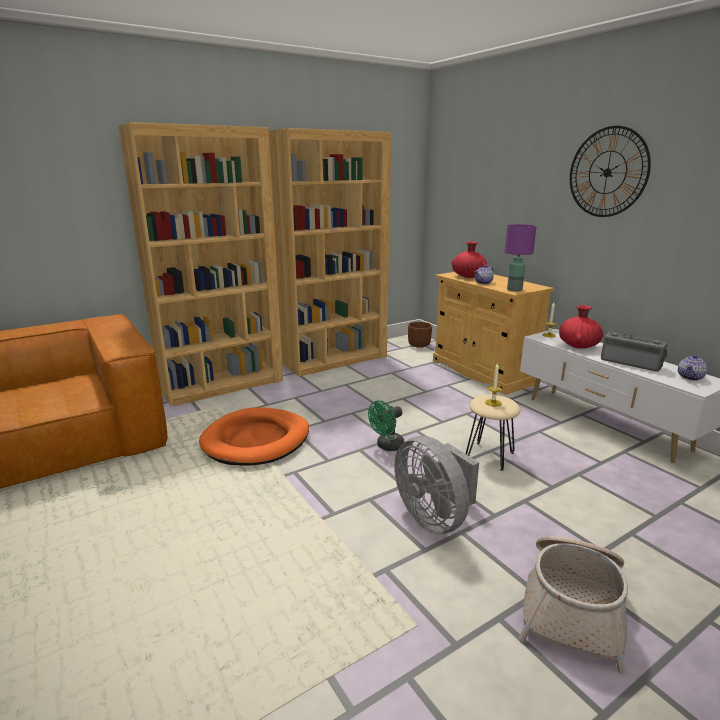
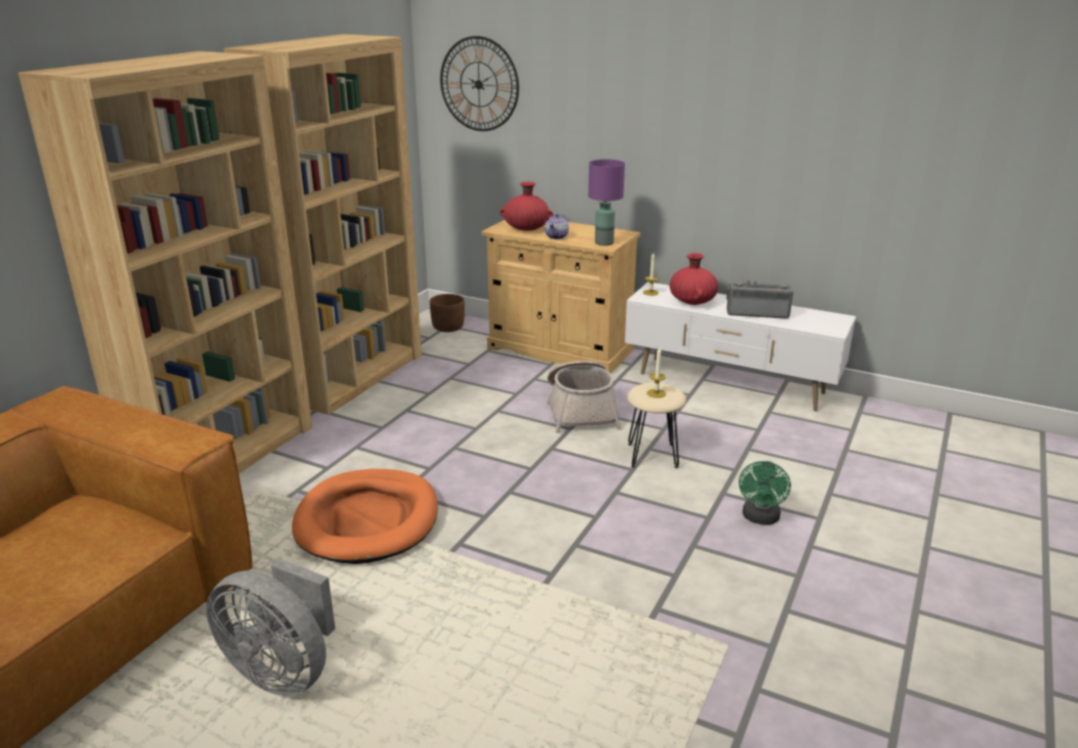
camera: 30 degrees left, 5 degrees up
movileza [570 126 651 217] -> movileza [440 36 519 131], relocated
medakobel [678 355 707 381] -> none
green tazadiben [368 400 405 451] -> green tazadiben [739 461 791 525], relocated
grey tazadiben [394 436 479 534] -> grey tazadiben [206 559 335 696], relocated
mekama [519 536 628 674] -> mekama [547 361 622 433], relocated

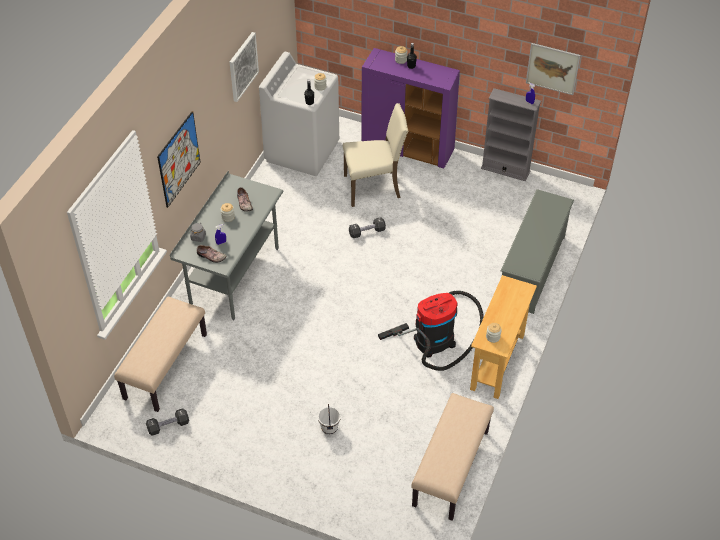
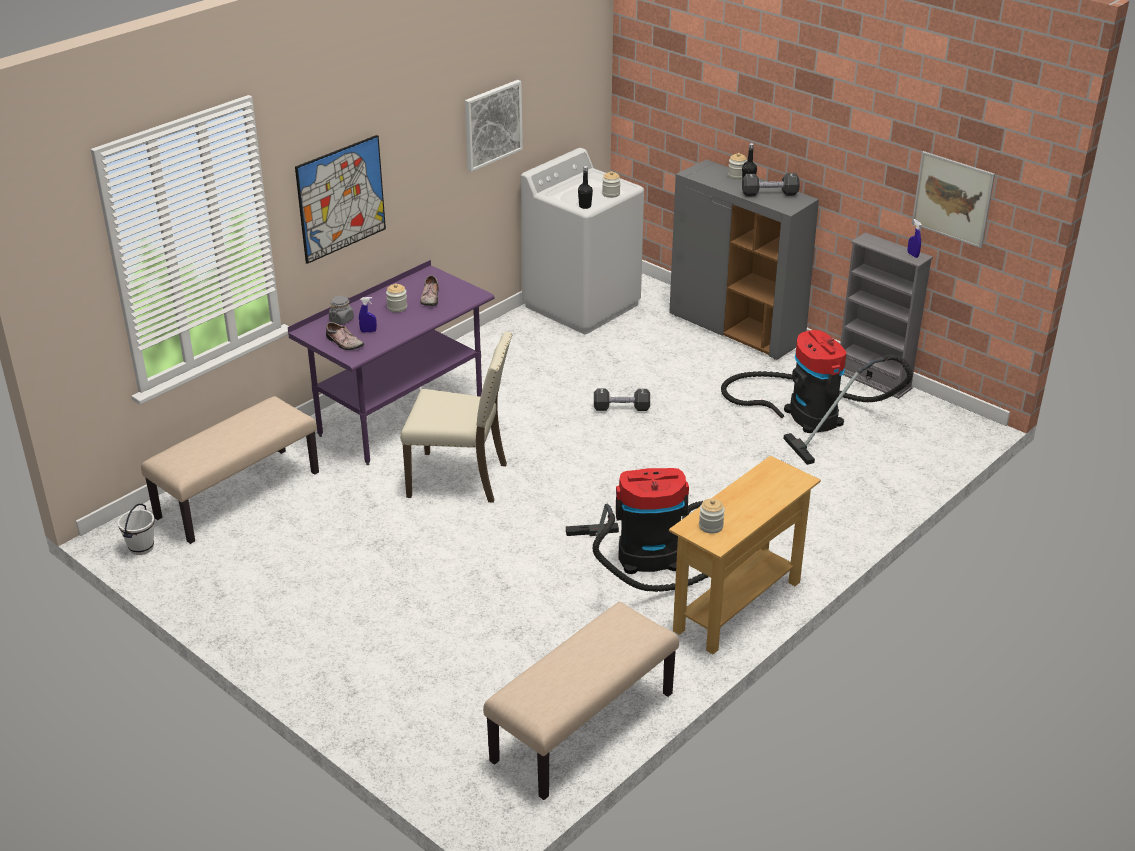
camera: 20 degrees right, 15 degrees down
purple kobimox [362 48 460 169] -> grey kobimox [669 159 819 360]
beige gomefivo [343 103 408 207] -> beige gomefivo [400 332 513 503], relocated
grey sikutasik [170 171 283 320] -> purple sikutasik [288 260 495 465]
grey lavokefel [501 189 574 314] -> none
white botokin [318 404 341 435] -> white botokin [118 504 155 555], relocated
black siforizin [146 408 189 436] -> black siforizin [742 173 800 196], relocated
none -> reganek [721 330 913 465]

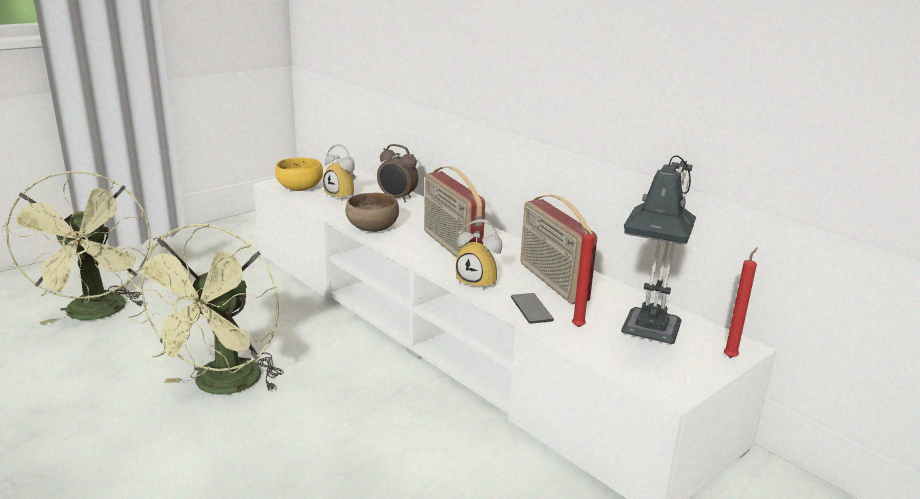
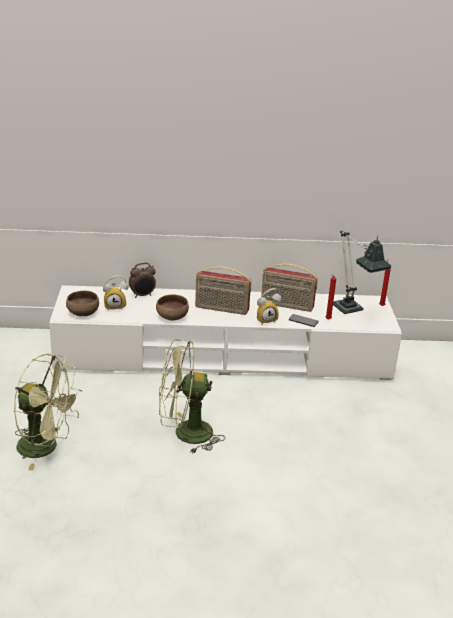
camera: 50 degrees left, 5 degrees up
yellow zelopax [275 157 323 191] -> brown zelopax [66 291 99 316]
green tazadiben [128 224 284 394] -> green tazadiben [159 339 225 454], 120 degrees clockwise

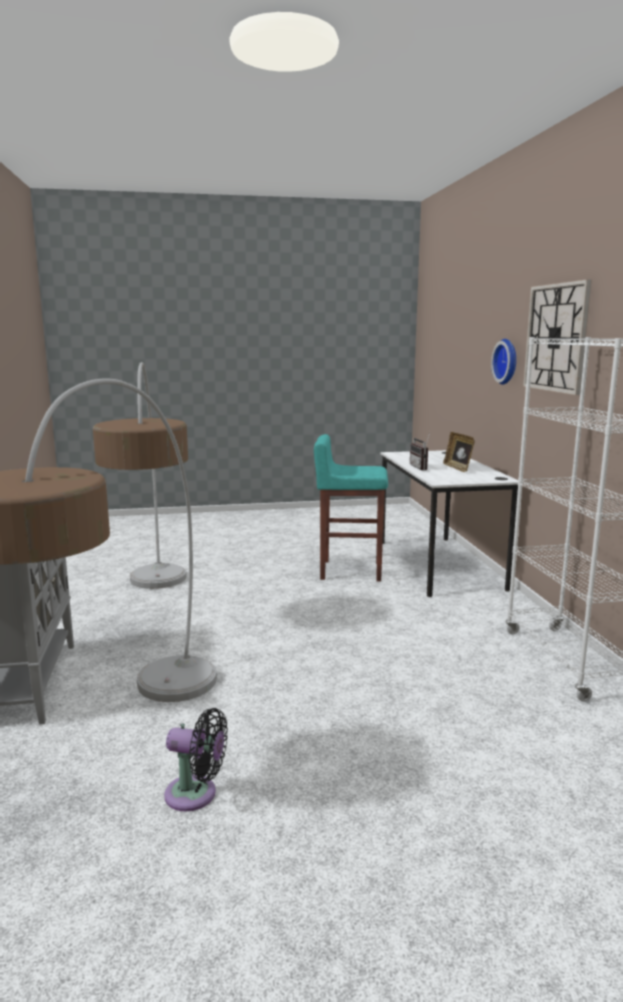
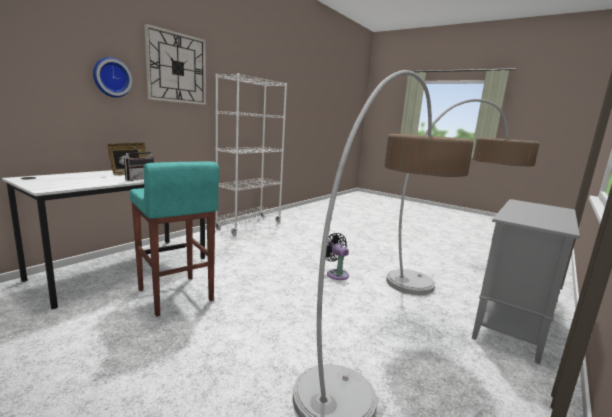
camera: 135 degrees left, 0 degrees up
black tazadiben [164 708 228 812] -> black tazadiben [325 233 349 280], relocated

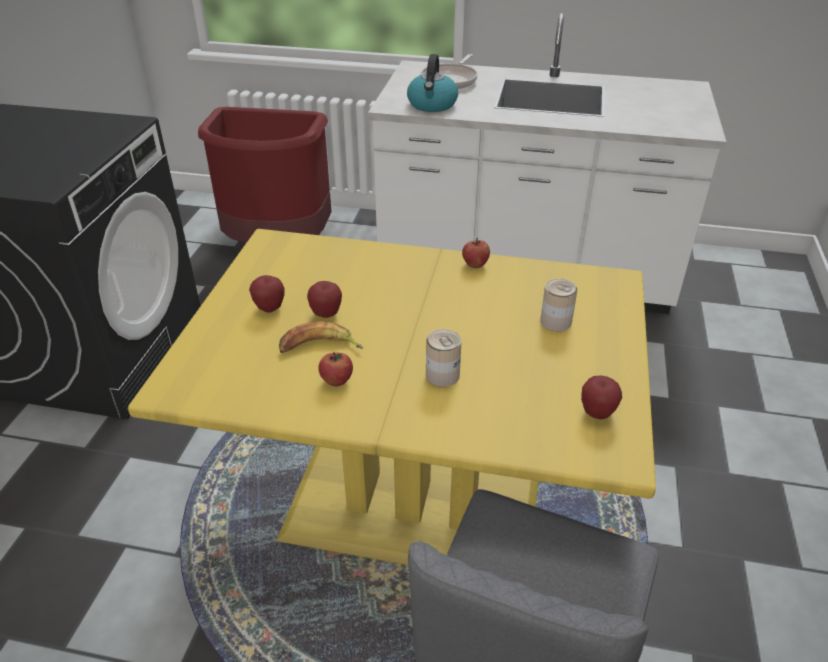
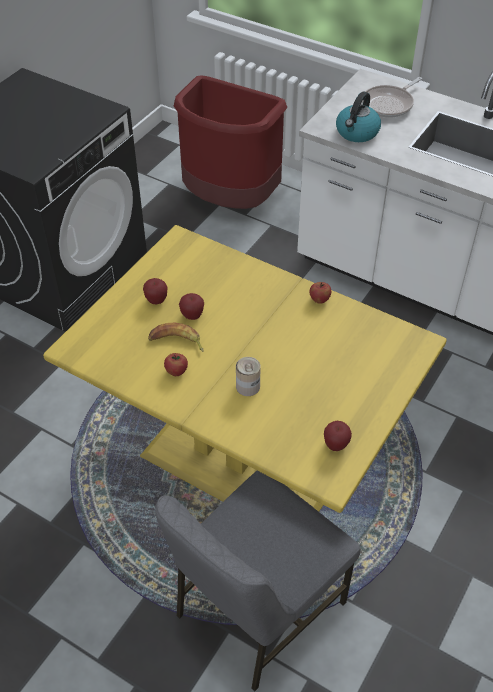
camera: 20 degrees right, 10 degrees up
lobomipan [540 278 578 331] -> none

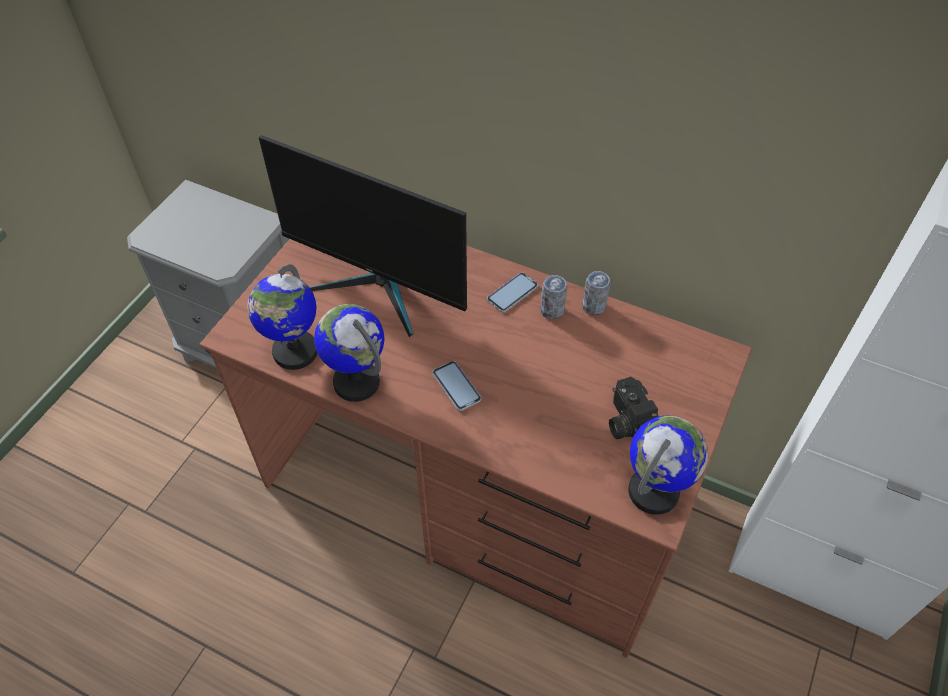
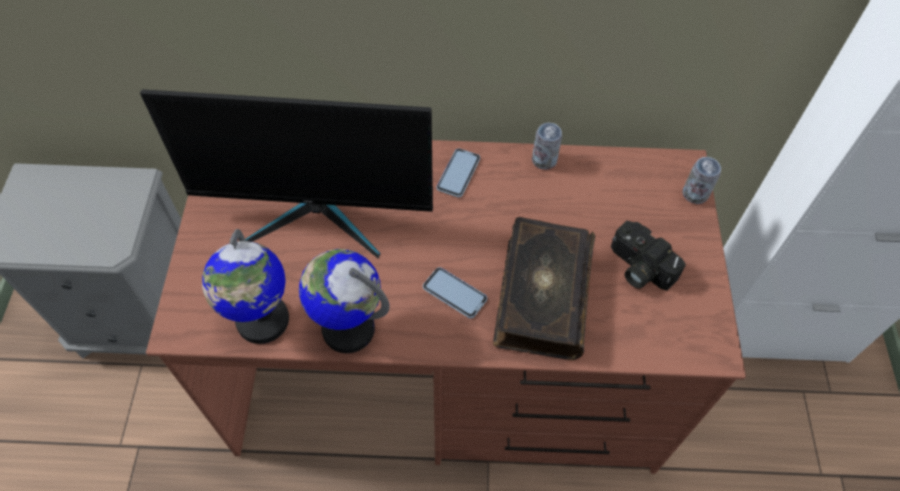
camera: 25 degrees left, 5 degrees up
lobomipan [540 275 567 320] -> lobomipan [682 157 721 204], relocated
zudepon [628 415 708 515] -> none
none -> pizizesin [493 217 595 360]

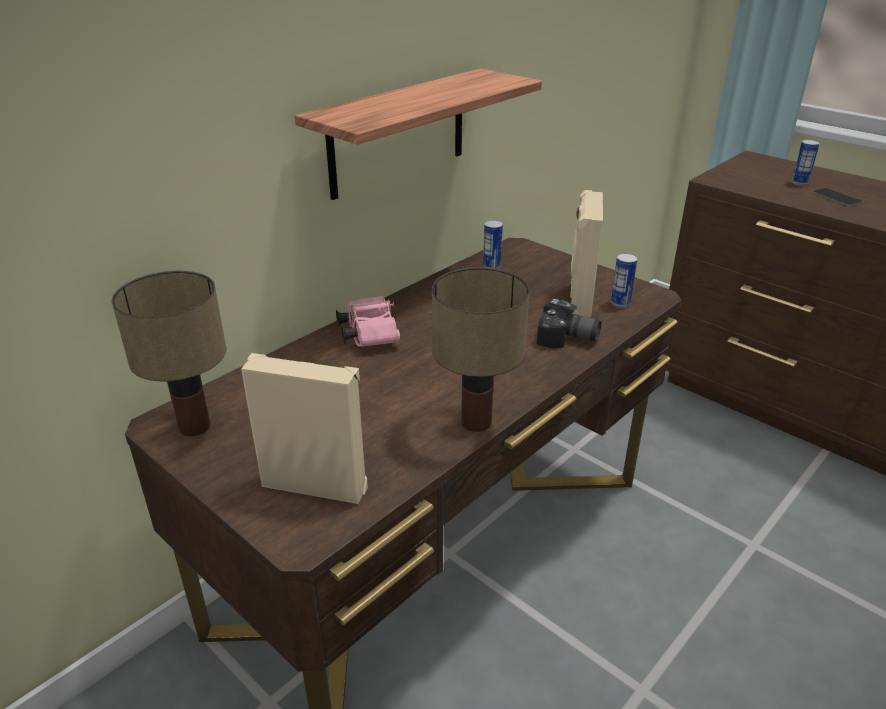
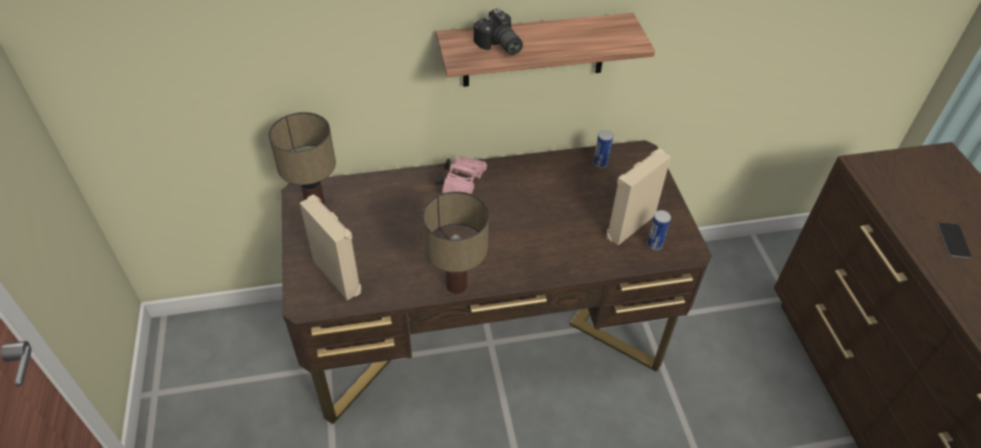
camera: 35 degrees right, 15 degrees up
lobomipan [792 140 820 186] -> none
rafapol [537 299 601 349] -> rafapol [474 9 523 55], relocated

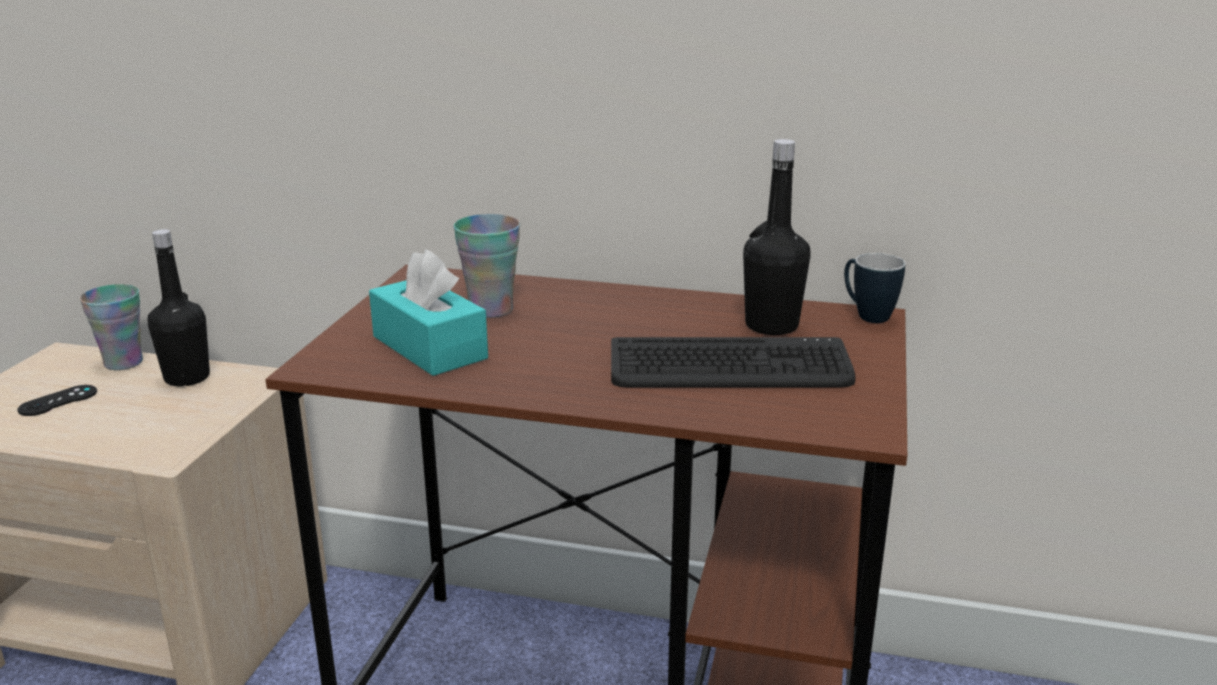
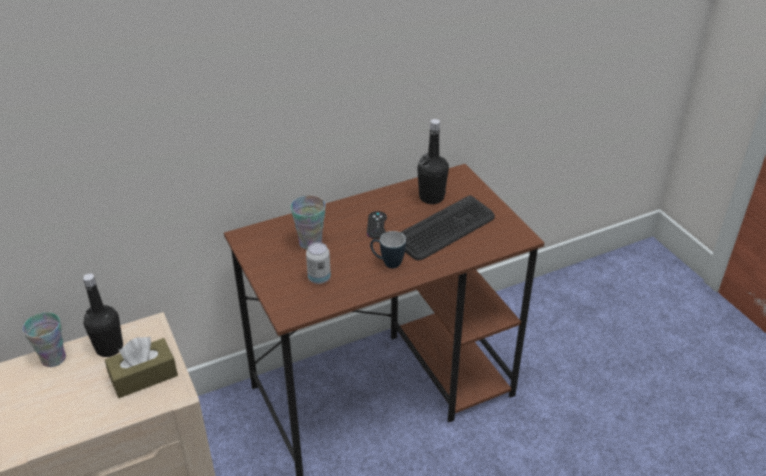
camera: 40 degrees left, 15 degrees up
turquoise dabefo [369 249 488 376] -> lobomipan [306 242 331 284]
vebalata [844 253 906 323] -> vebalata [370 231 406 268], relocated
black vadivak [17 385 97 416] -> black vadivak [367 211 387 239], relocated
none -> brown dabefo [105 337 178 398]

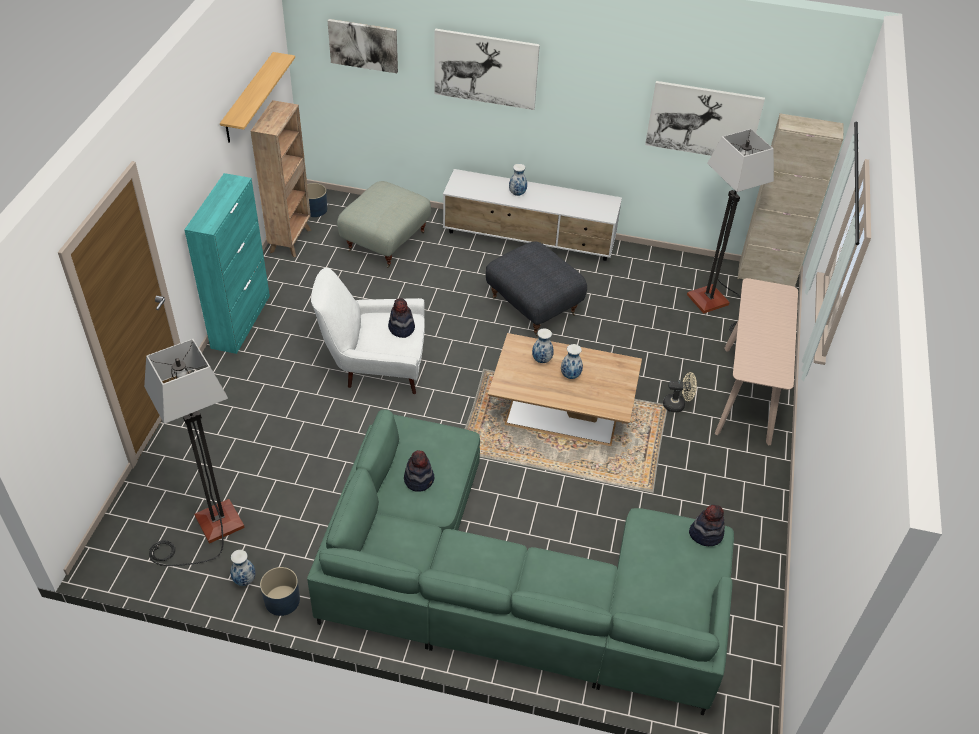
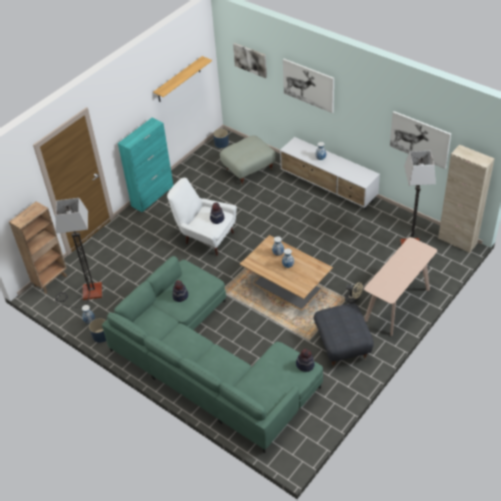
camera: 30 degrees right, 0 degrees up
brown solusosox [250 100 311 257] -> brown solusosox [9 201 67 294], relocated
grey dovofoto [486 241 587 336] -> grey dovofoto [314 303 374 368], relocated

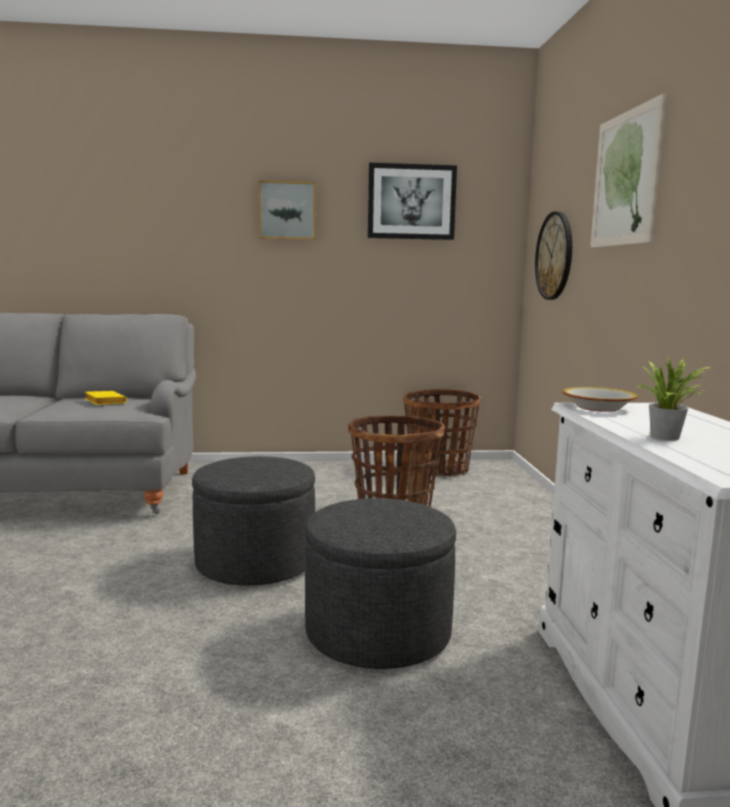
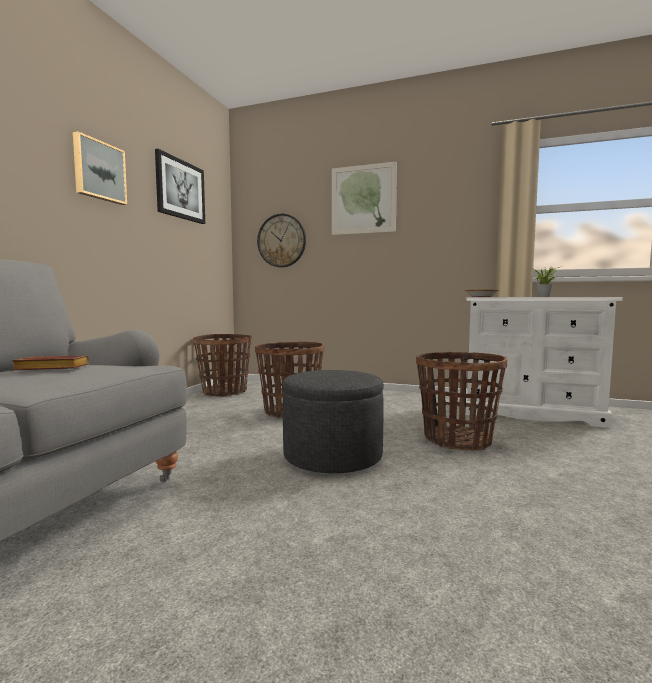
camera: 65 degrees left, 5 degrees down
yellow pizizesin [85 391 127 405] -> brown pizizesin [11 355 89 370]
grey dovofoto [305 498 456 669] -> mekama [416 352 507 451]

